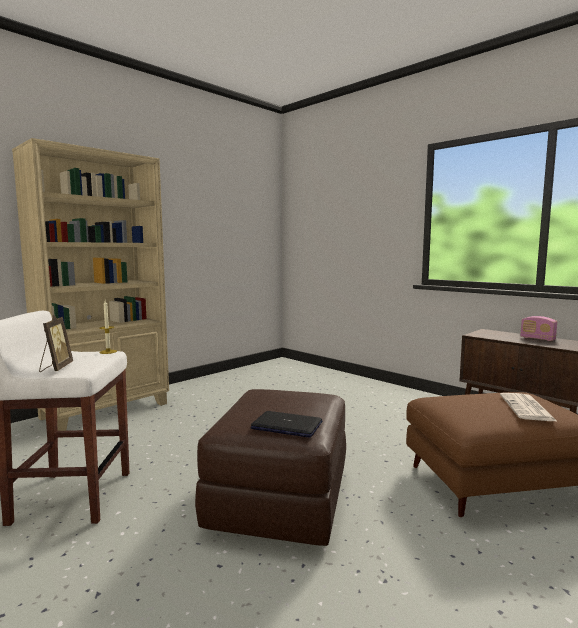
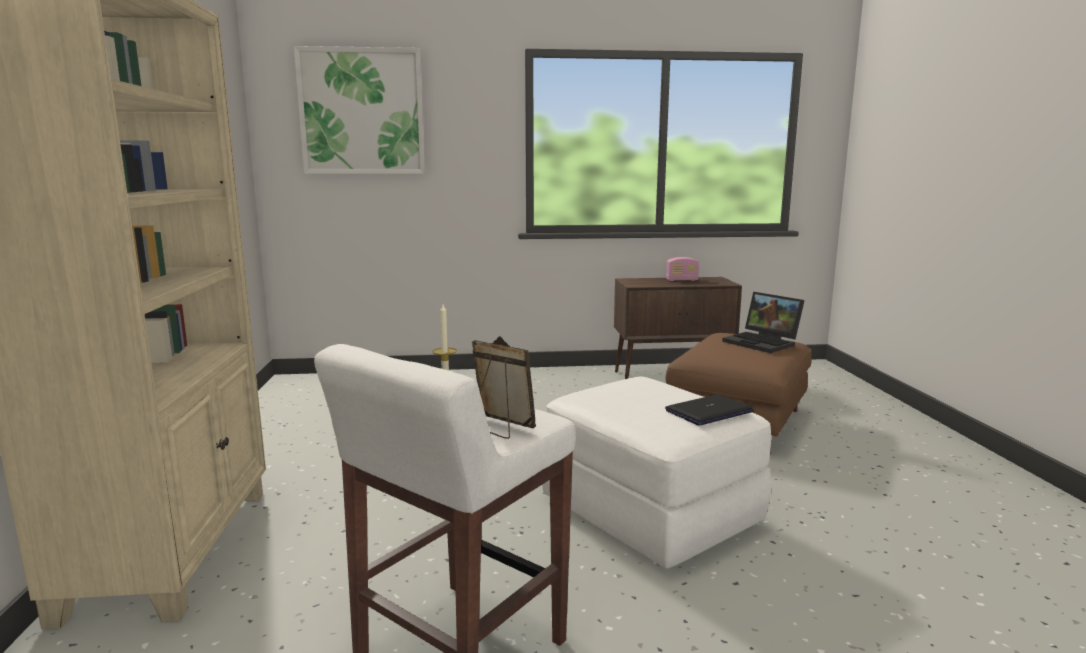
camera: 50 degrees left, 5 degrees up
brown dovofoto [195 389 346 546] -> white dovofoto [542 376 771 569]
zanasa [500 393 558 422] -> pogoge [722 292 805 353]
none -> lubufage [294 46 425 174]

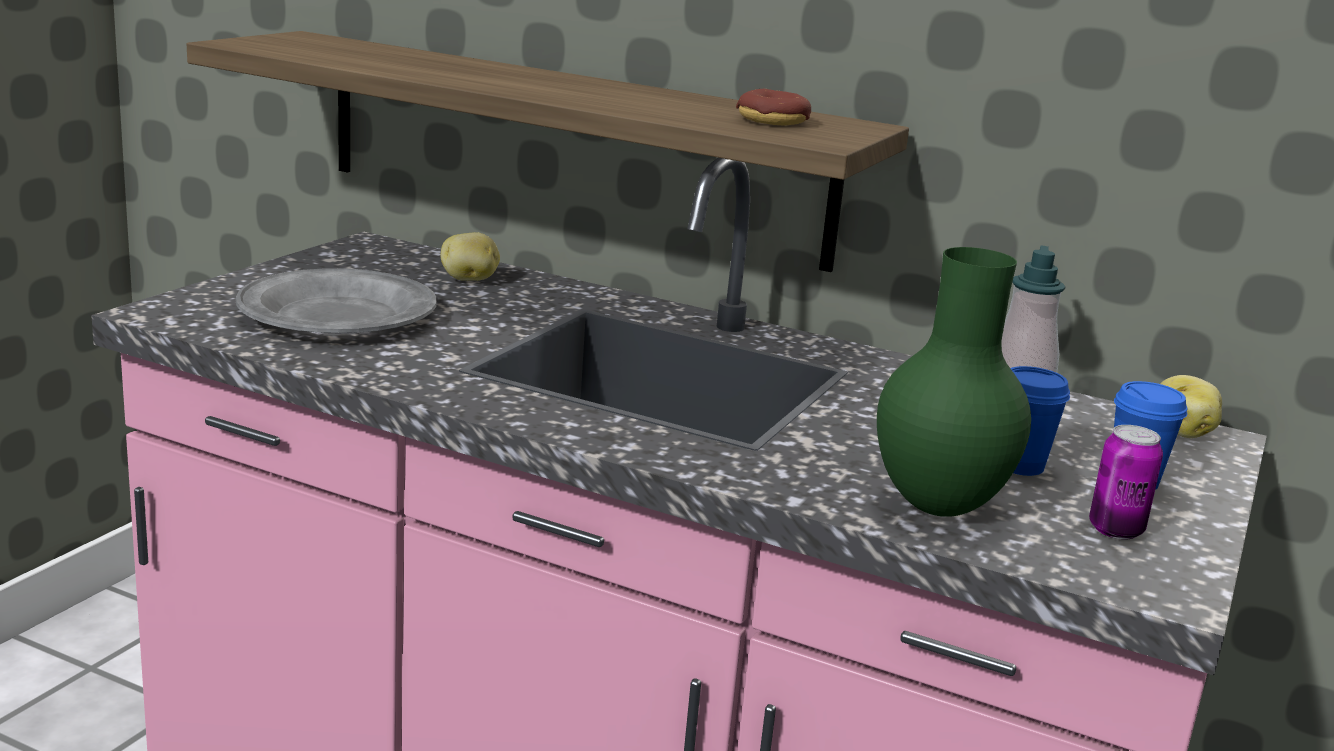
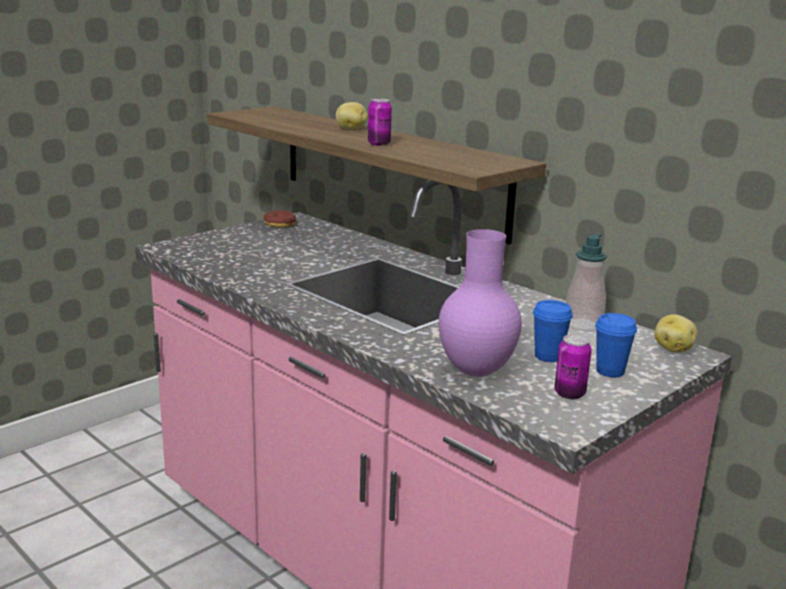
camera: 20 degrees right, 0 degrees up
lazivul [736 89 811 126] -> lazivul [263 210 296 228], relocated
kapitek [441 232 500 281] -> kapitek [336 102 368 129], relocated
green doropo [877 247 1031 517] -> purple doropo [439 229 522 377]
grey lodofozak [236 268 437 333] -> none
none -> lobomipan [368 99 392 146]

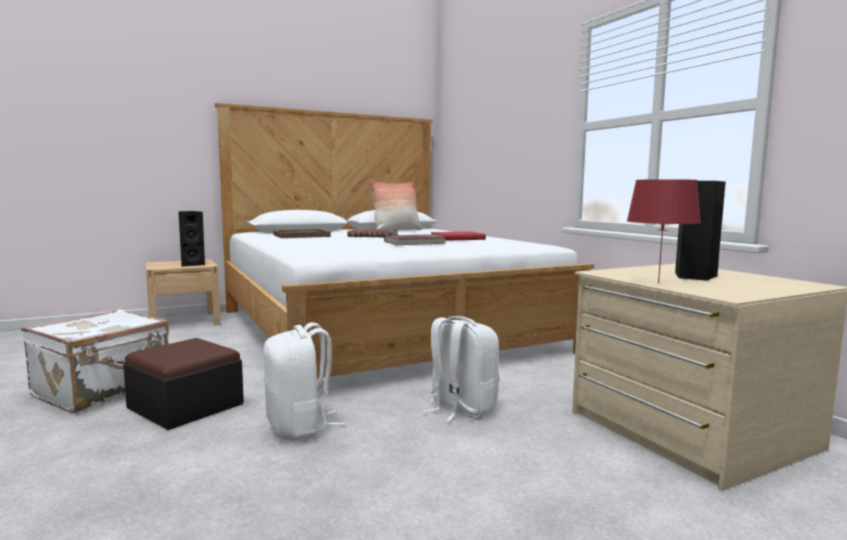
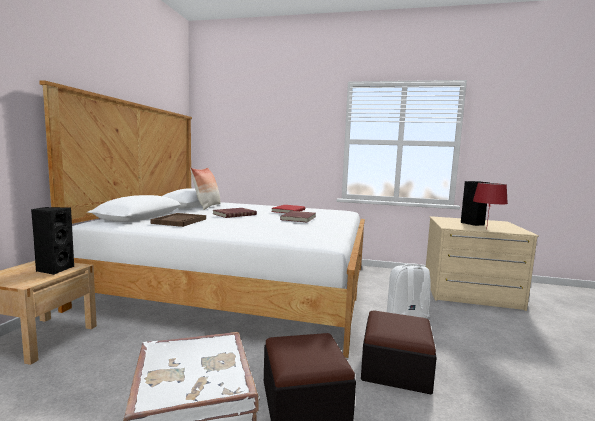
camera: 50 degrees left, 0 degrees up
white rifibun [264 322 345 441] -> dovofoto [361 311 437 394]

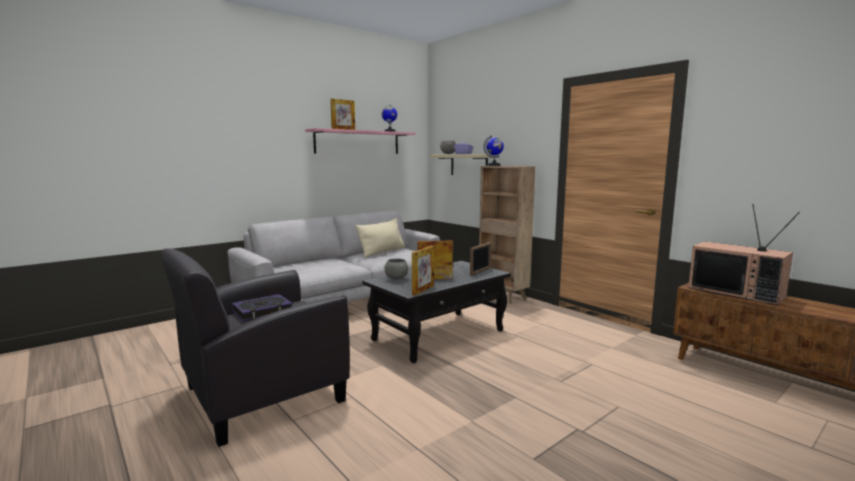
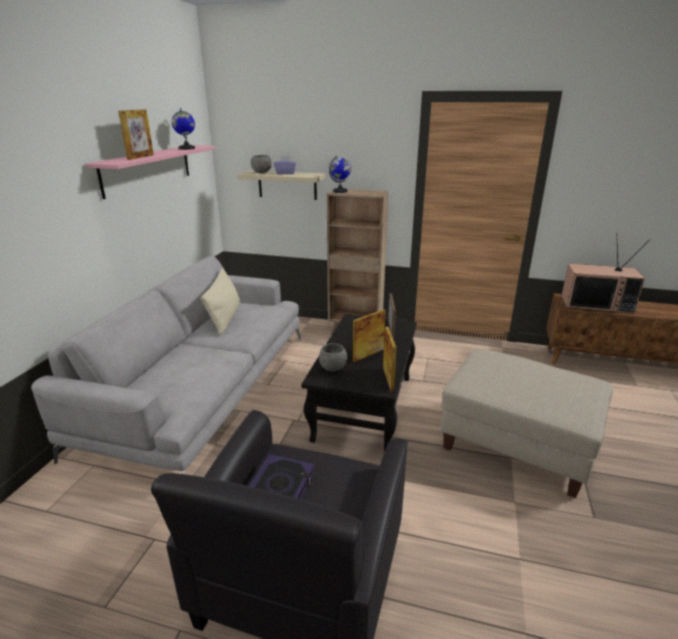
camera: 35 degrees left, 15 degrees up
none -> beige dovofoto [441 349 613 498]

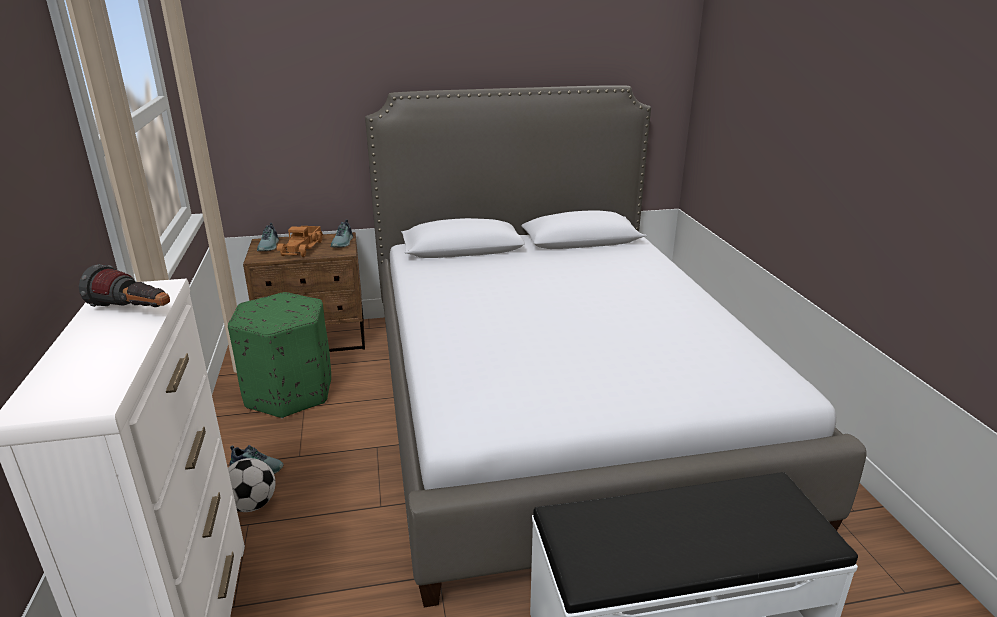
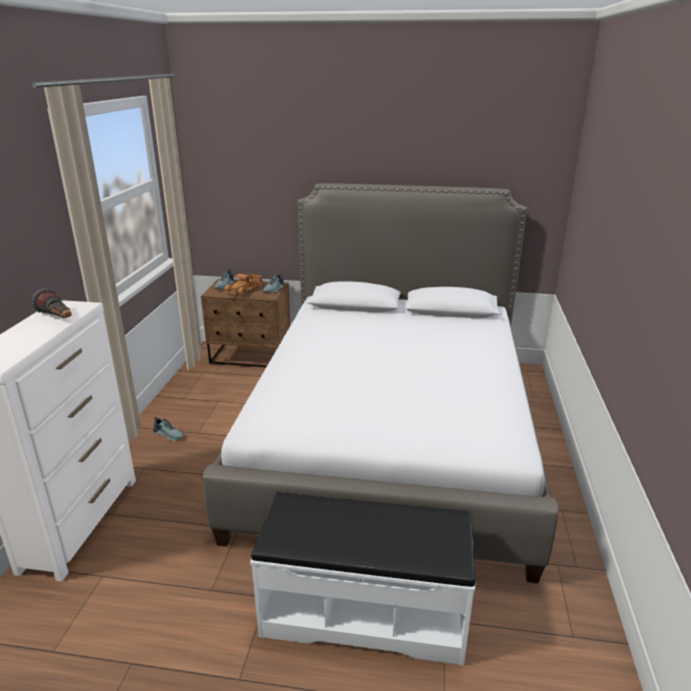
camera: 20 degrees right, 0 degrees up
green dovofoto [228 292 331 418] -> none
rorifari [228 458 276 512] -> none

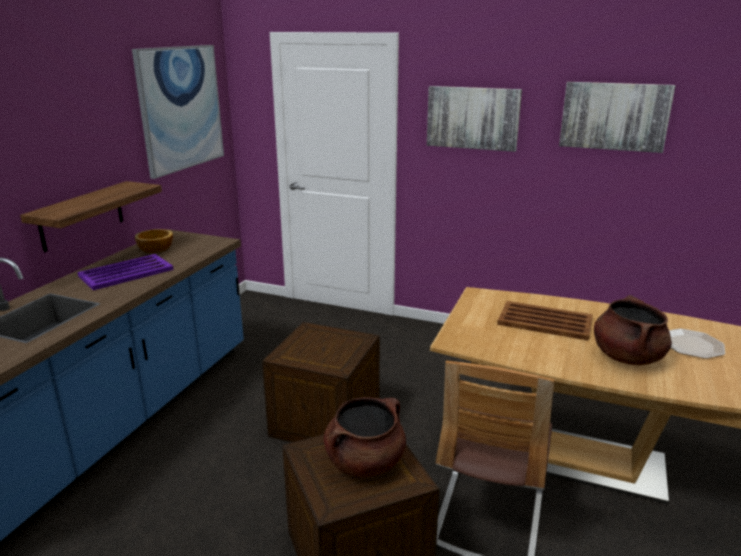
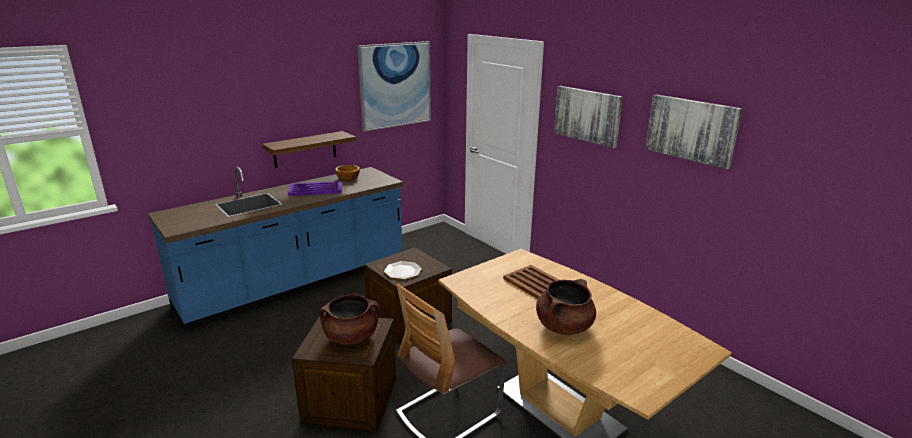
camera: 30 degrees right, 0 degrees up
lodofozak [669 329 725 359] -> lodofozak [384 261 422 279], relocated

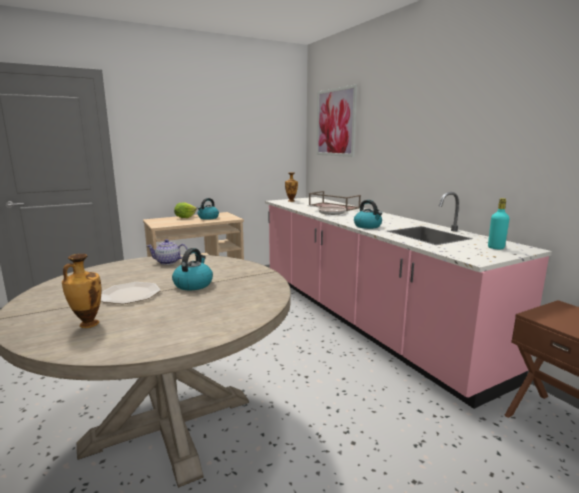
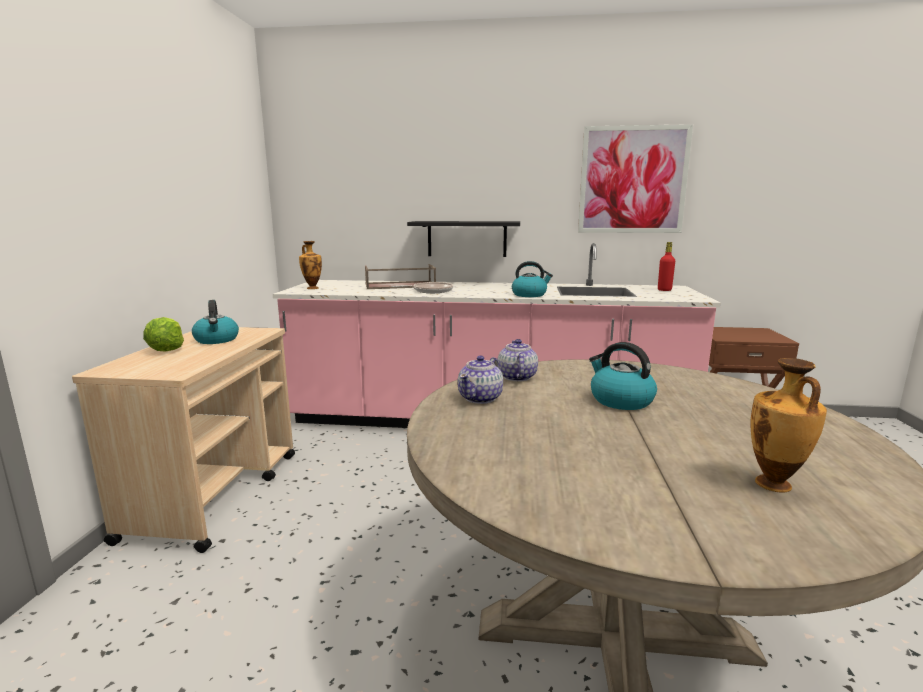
camera: 55 degrees left, 0 degrees up
lubufage [316 84 357 157] -> lubufage [578 124 693 233], relocated
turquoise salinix [488 198 510 249] -> red salinix [658 242 675 291]
lodofozak [101 282 161 304] -> none
none -> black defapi [407 221 520 257]
none -> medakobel [497 339 538 382]

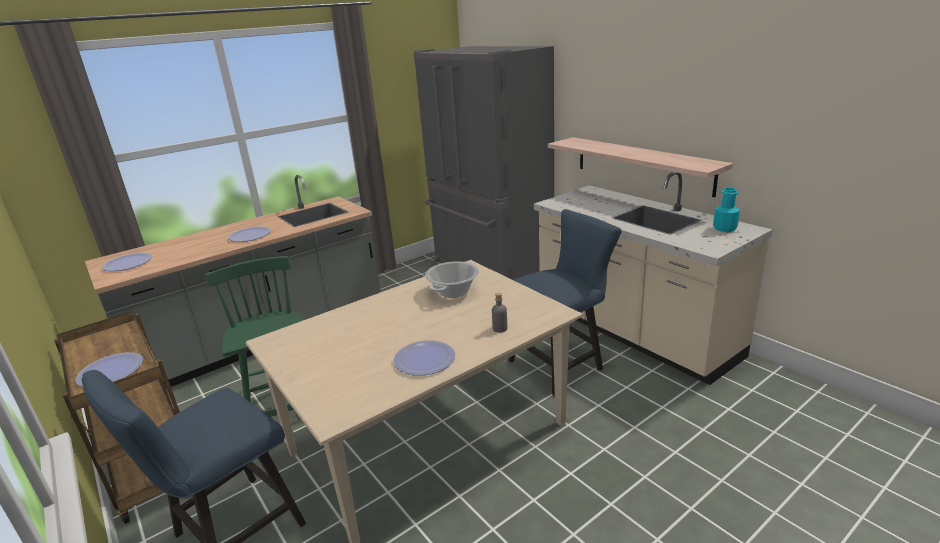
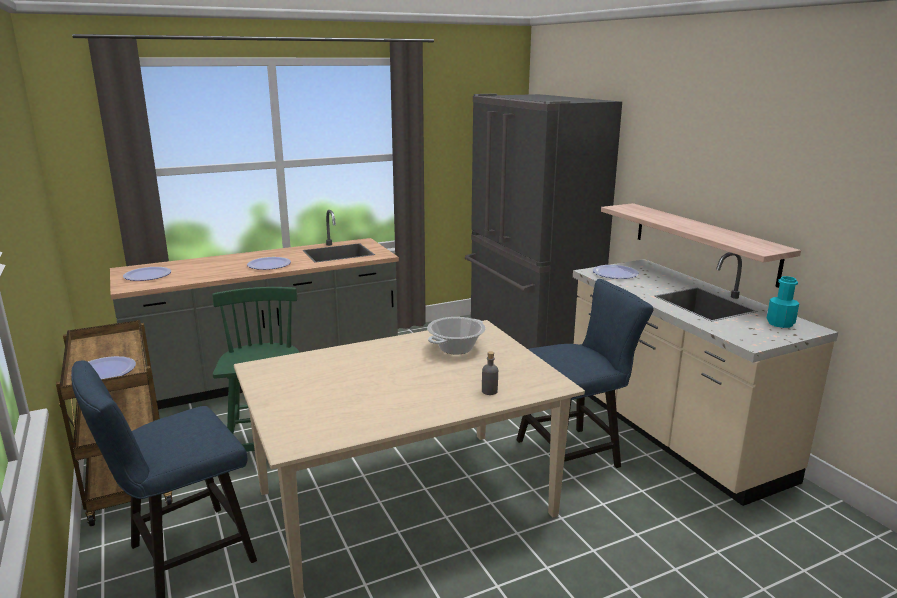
camera: 10 degrees right, 5 degrees down
lodofozak [394 340 455 376] -> lodofozak [593 265 639 279], relocated

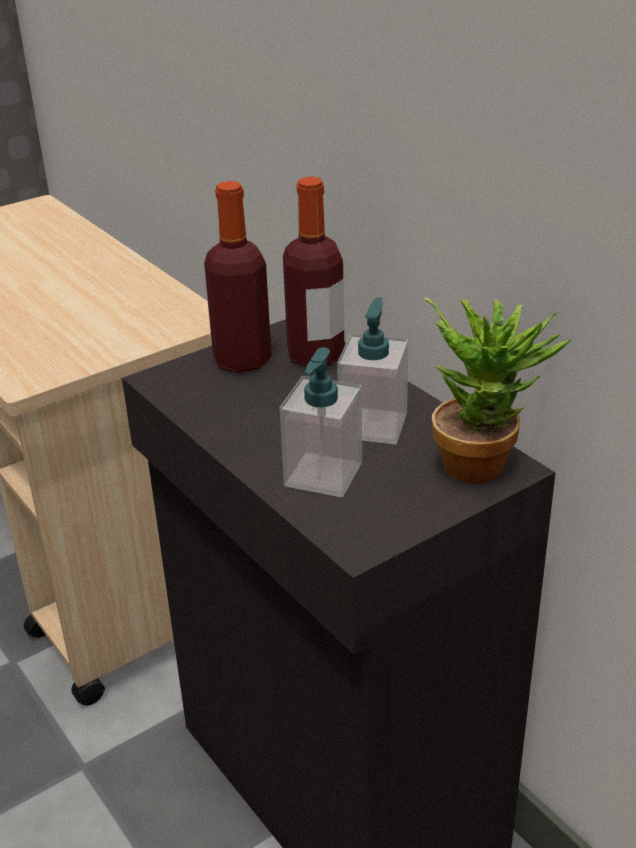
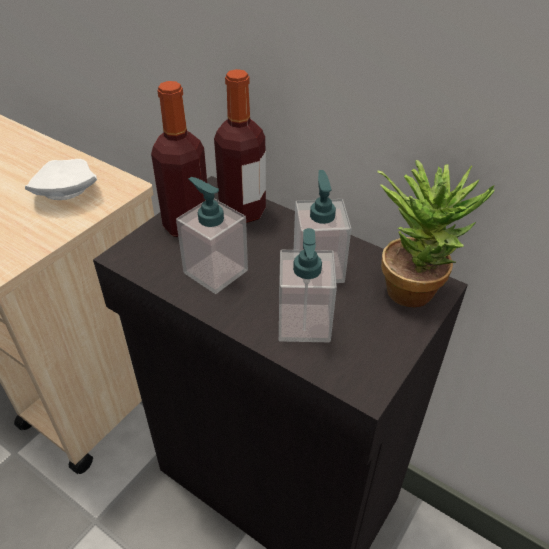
camera: 20 degrees left, 10 degrees up
none -> white lodofozak [25 159 97 200]
none -> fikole [176 177 248 294]

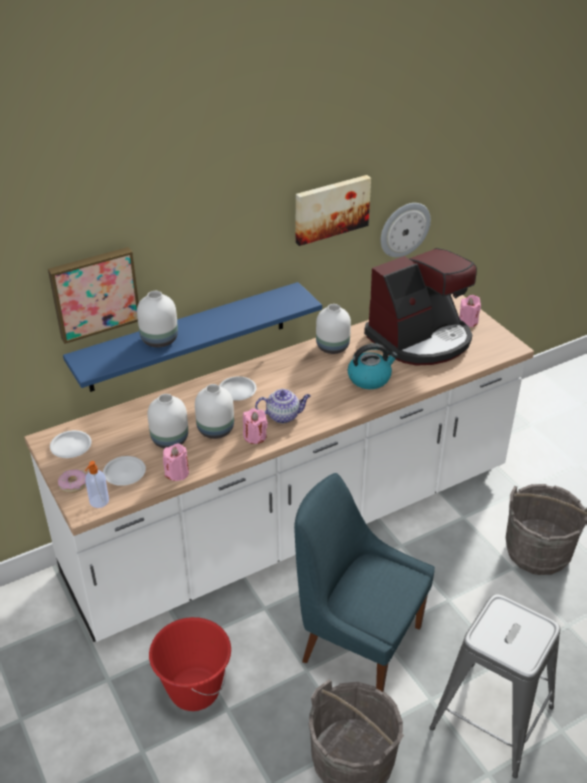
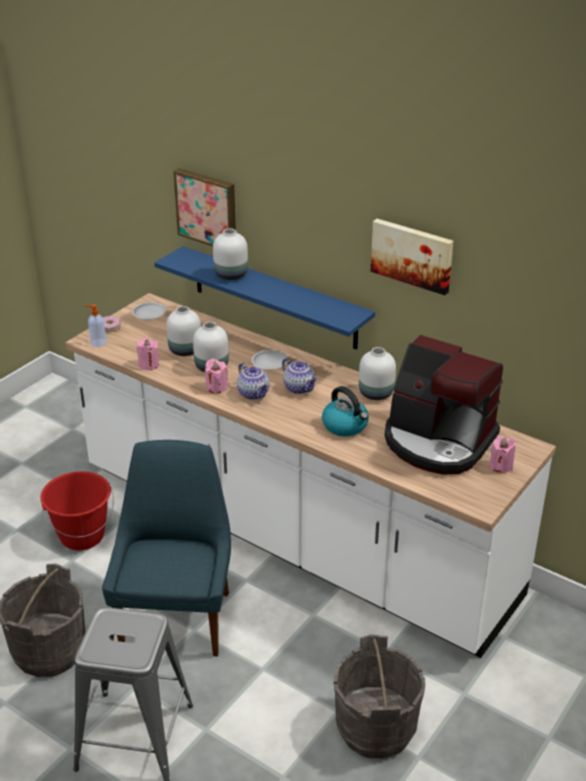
camera: 65 degrees right, 5 degrees down
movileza [381 203 431 257] -> none
white lodofozak [103 456 146 486] -> none
none -> medakobel [282 358 317 394]

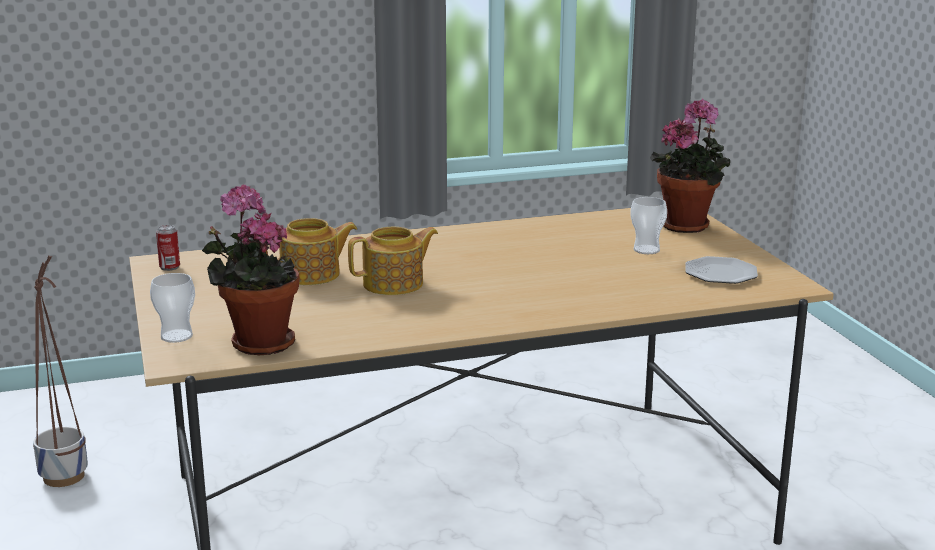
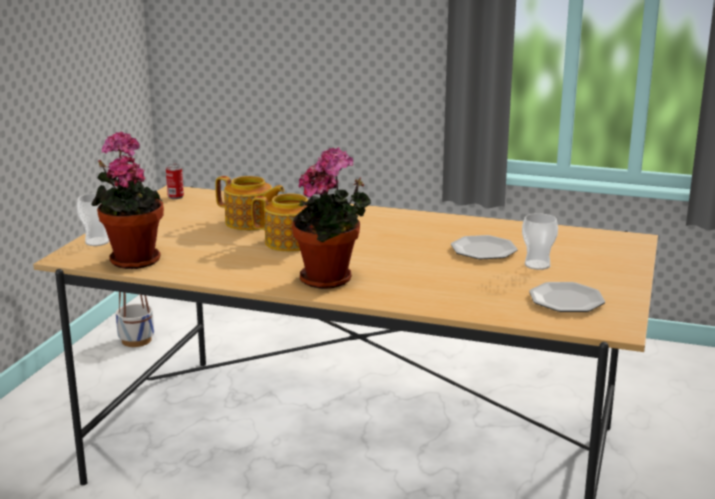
camera: 35 degrees right, 0 degrees up
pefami [650 99 730 233] -> pefami [292 147 371 289], relocated
none -> lodofozak [451 235 518 259]

